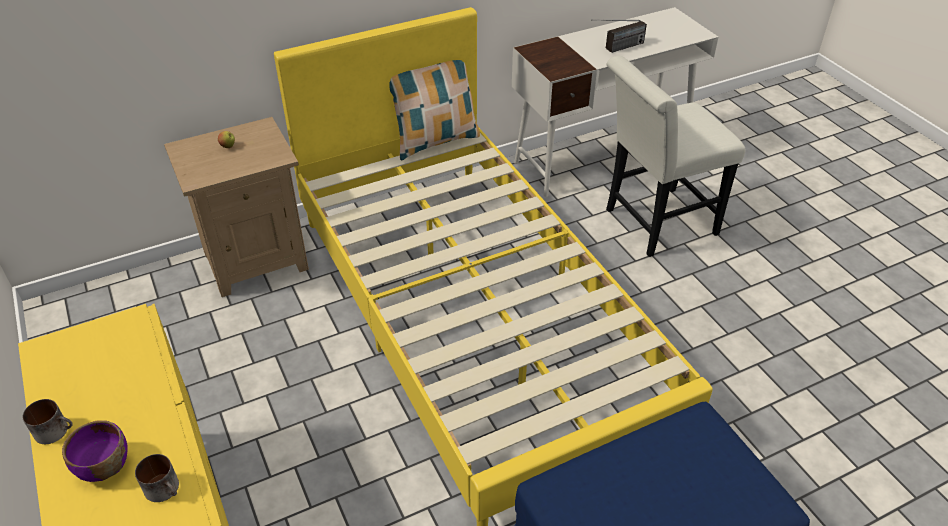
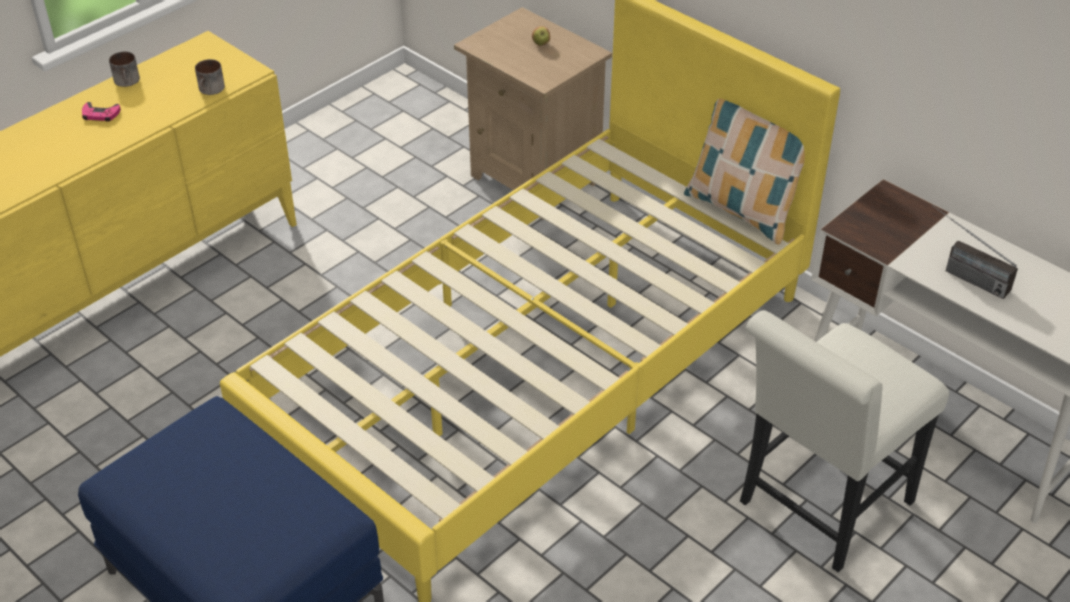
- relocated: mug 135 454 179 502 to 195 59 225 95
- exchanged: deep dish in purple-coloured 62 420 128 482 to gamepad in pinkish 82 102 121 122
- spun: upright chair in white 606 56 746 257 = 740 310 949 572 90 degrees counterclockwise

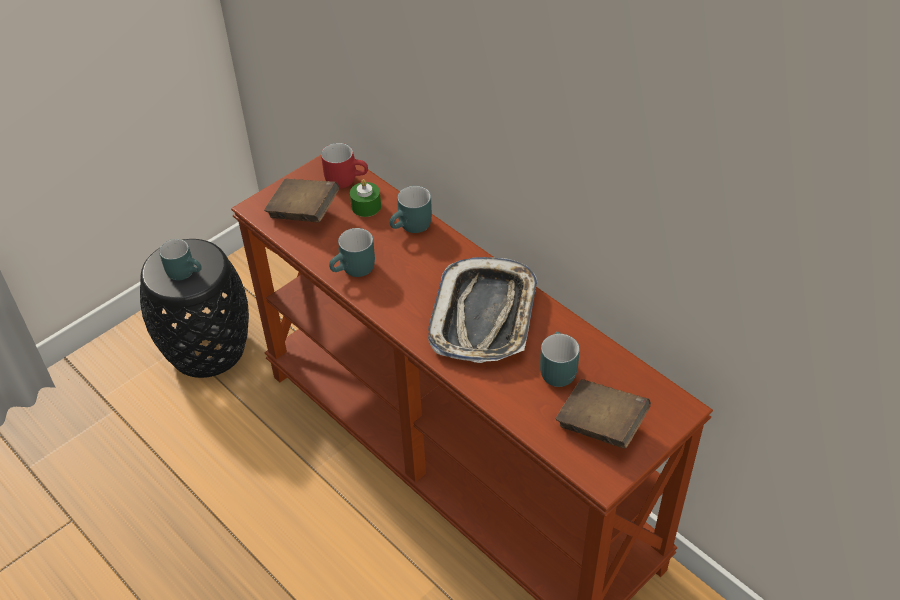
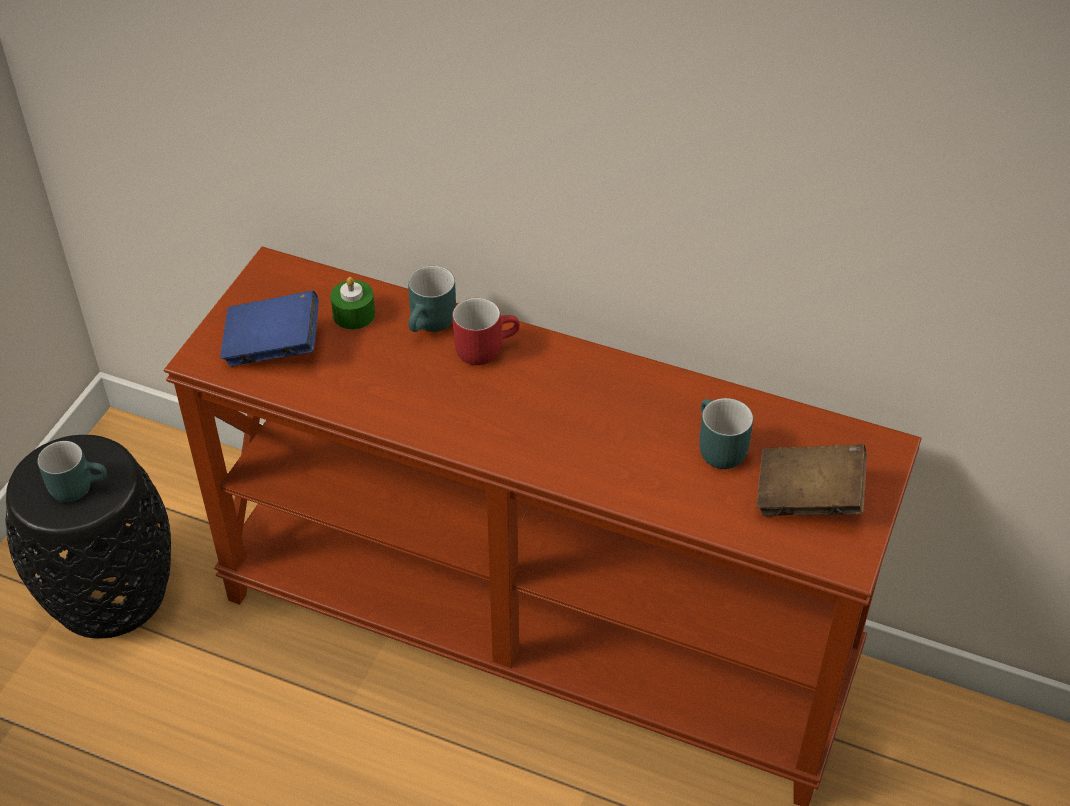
- missing: mug in turquoise-coloured 329 228 375 277
- missing: serving tray 428 257 538 363
- relocated: mug in reddish 321 143 368 189 to 452 298 520 365
- colour: volume in brown 264 179 339 223 to volume in blue 220 291 319 366

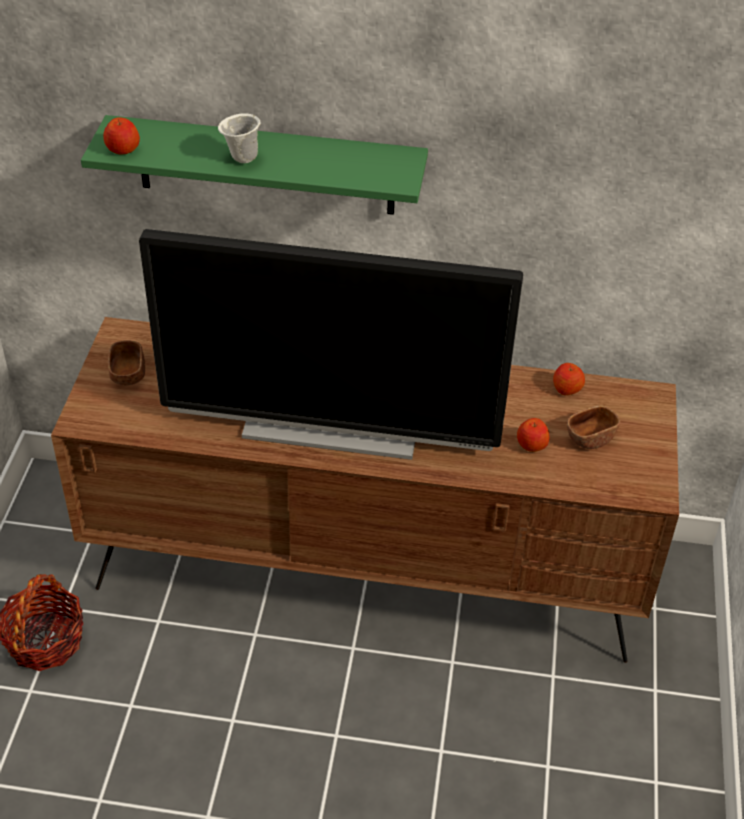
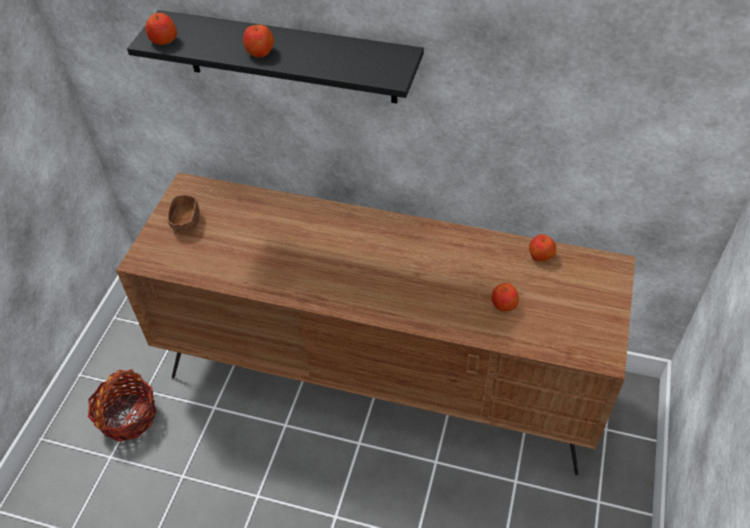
- missing: TV 139 229 523 460
- missing: deep dish in brown 567 405 620 449
- exchanged: mug in white 218 113 260 163 to apple 243 25 274 57
- colour: bracket shelf in greenish 81 115 428 215 to bracket shelf in black 127 10 424 104

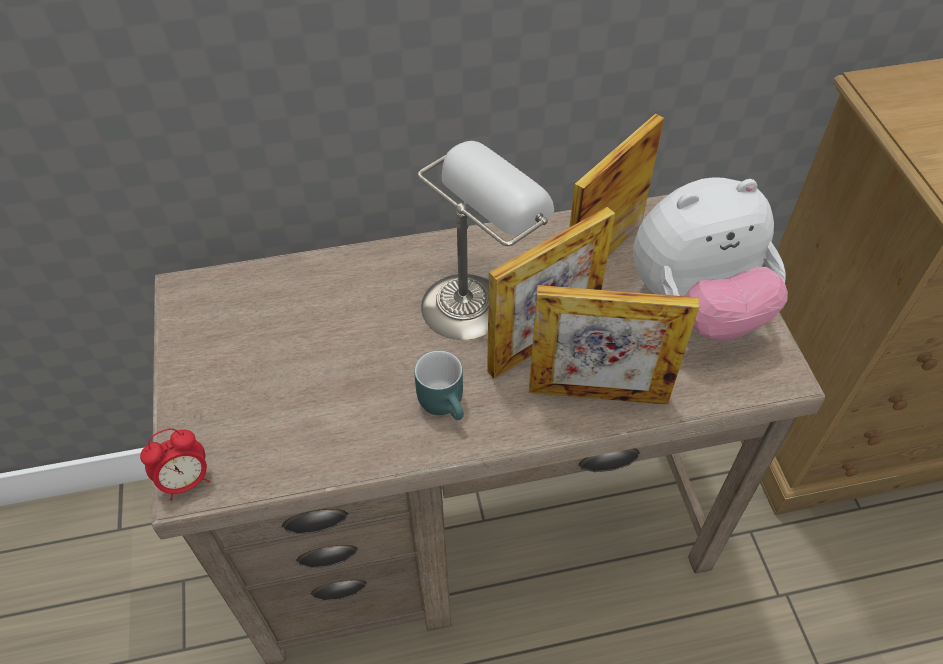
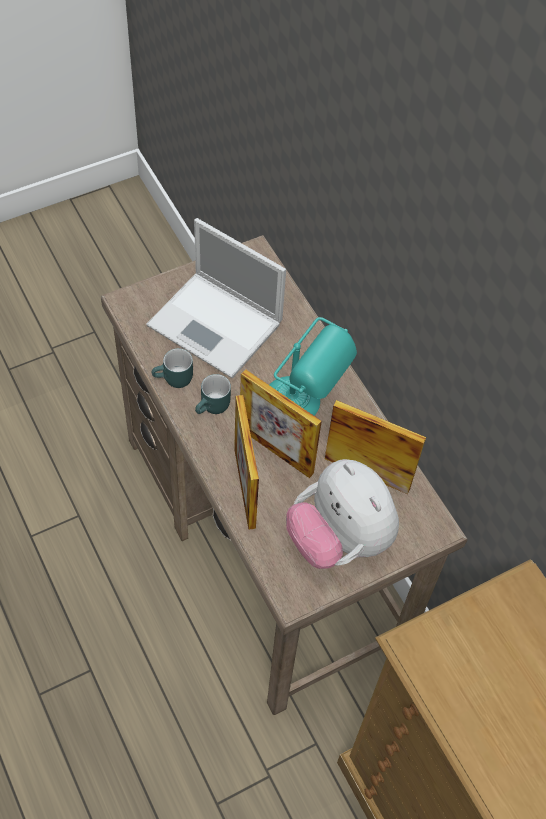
- missing: bedside clock 140 428 210 501
- appeared: notebook computer 146 218 286 378
- appeared: mug in turquoise-coloured 152 348 193 388
- colour: table lamp in white 418 141 554 340 to table lamp in turquoise-coloured 269 317 357 415

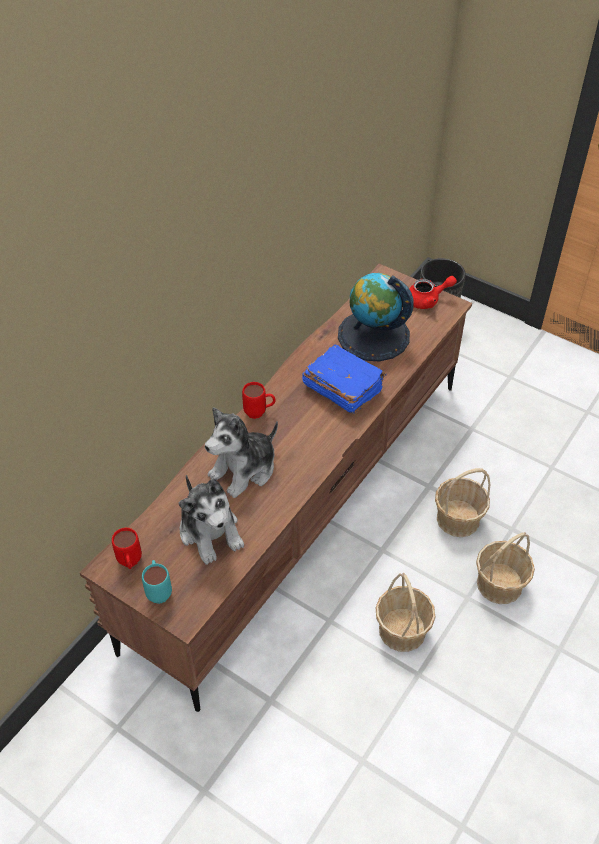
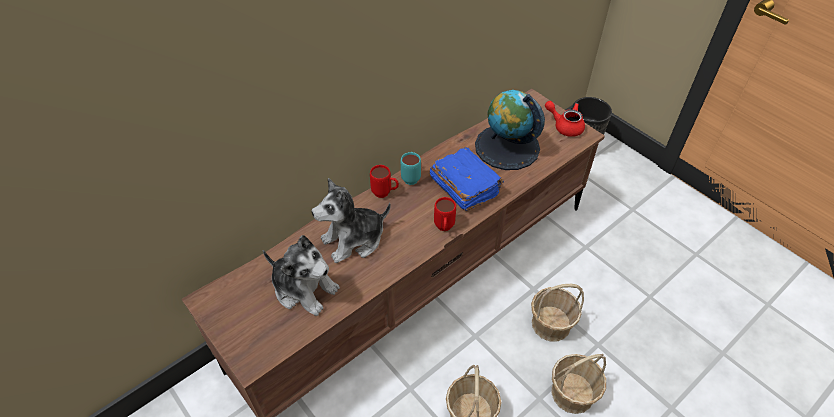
- relocated: mug in reddish 112 528 142 569 to 434 197 456 231
- relocated: mug in turquoise-coloured 142 560 172 604 to 401 152 421 185
- spun: cuddly toy 179 475 244 565 = 263 235 340 316 45 degrees counterclockwise
- spun: tea pot in reddish 409 276 457 309 = 545 101 585 137 150 degrees counterclockwise

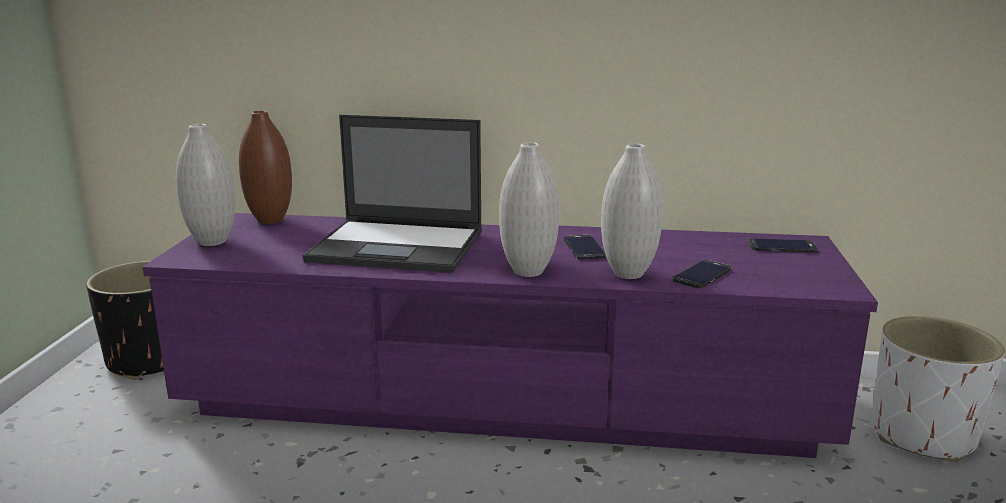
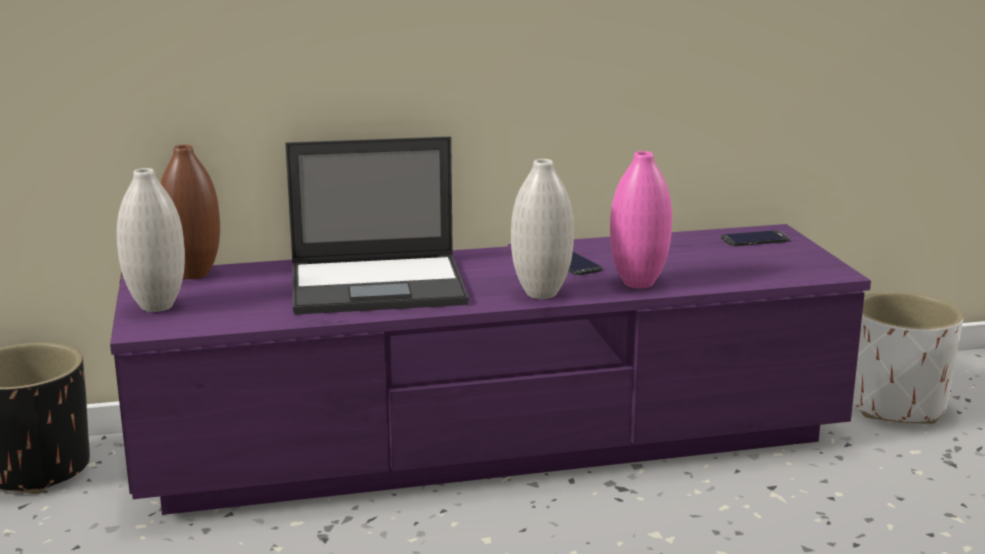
- missing: handset 673 260 731 288
- colour: flower vase in white 601 143 663 279 to flower vase in pinkish 610 151 672 288

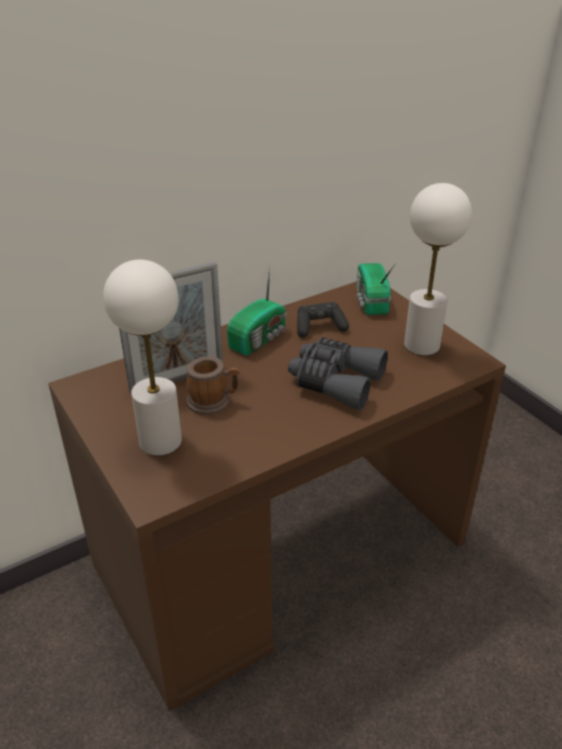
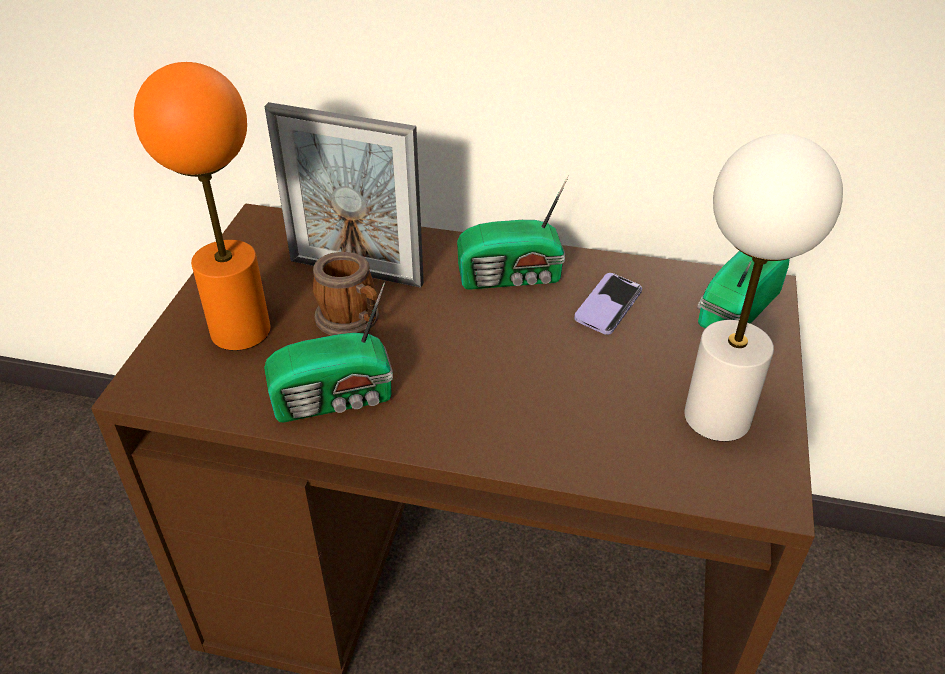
- missing: field glasses in gray 288 337 388 410
- appeared: radio set 264 281 393 422
- exchanged: gamepad in black 297 302 349 338 to handset 574 273 642 335
- colour: table lamp in white 103 260 182 456 to table lamp in orange-coloured 134 62 270 350

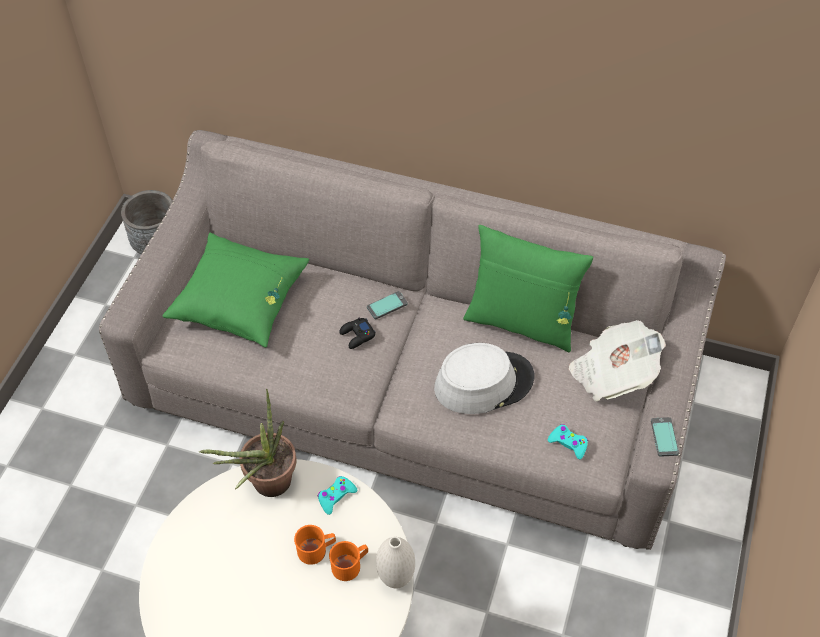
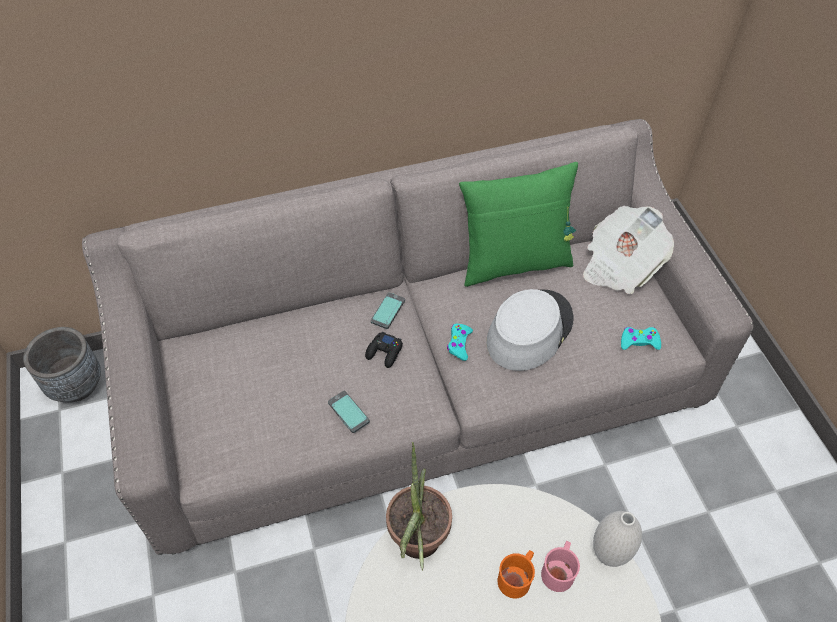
- missing: pillow in greenish 163 233 309 348
- relocated: gamepad in turquoise-coloured 318 476 357 515 to 447 324 473 361
- relocated: handset 651 417 679 457 to 328 391 370 433
- colour: mug in orange-coloured 329 541 368 581 to mug in pinkish 541 541 580 592

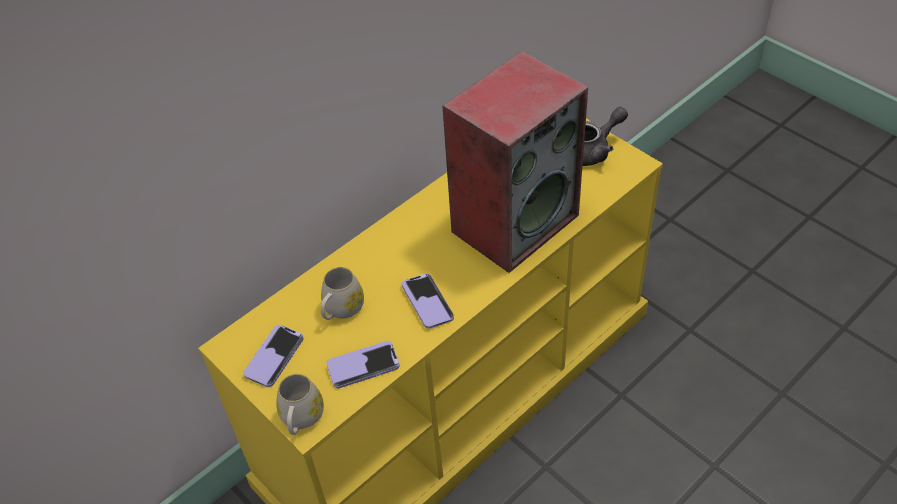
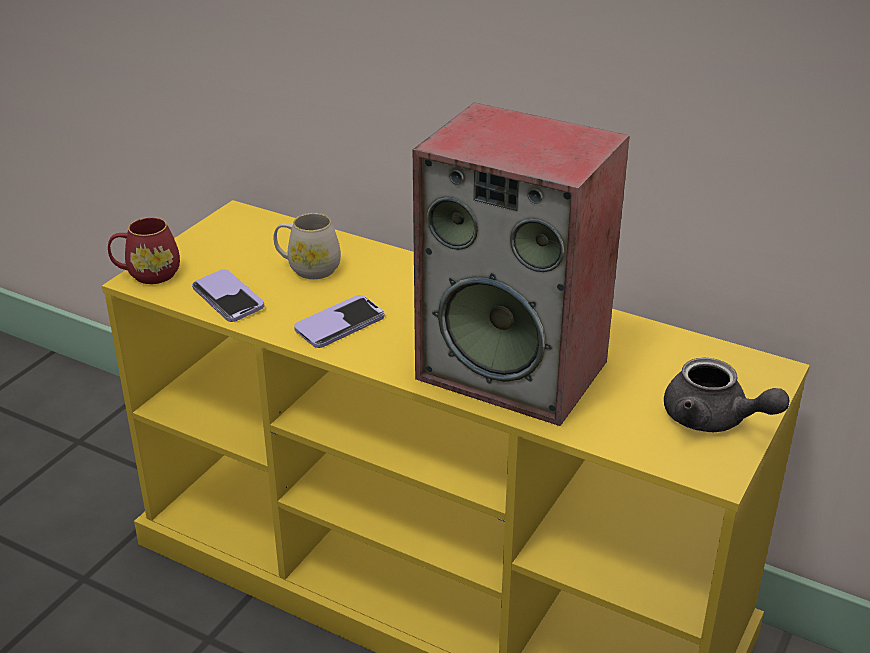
- missing: handset 244 325 303 387
- colour: mug in white 276 374 324 435 to mug in reddish 108 217 180 284

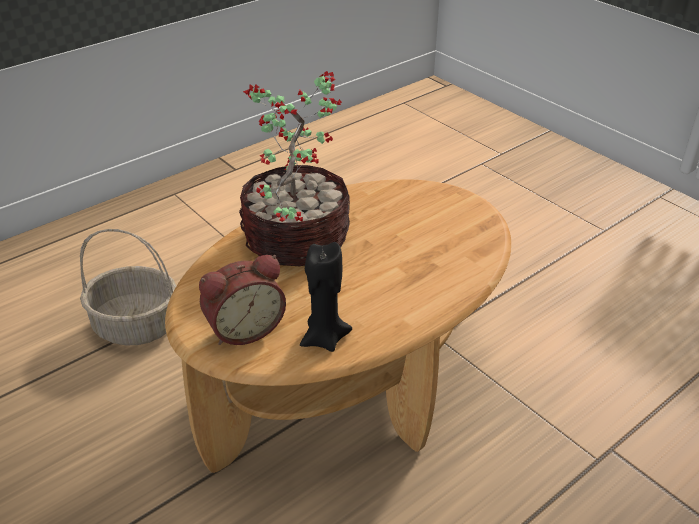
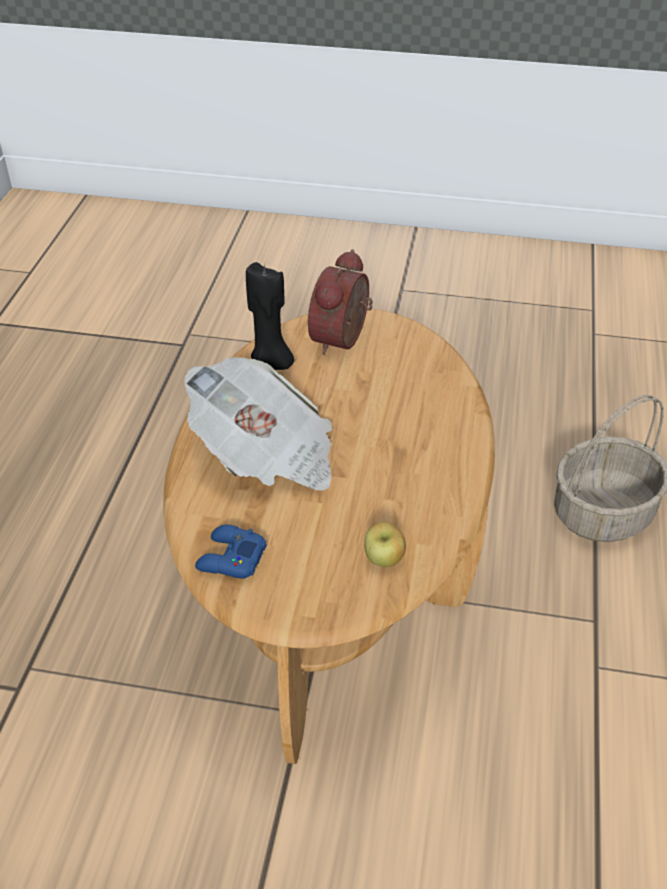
- missing: plant in a pot 239 71 350 266
- appeared: printed paper 184 357 332 491
- appeared: gamepad in blue 195 525 267 578
- appeared: apple 364 521 406 567

